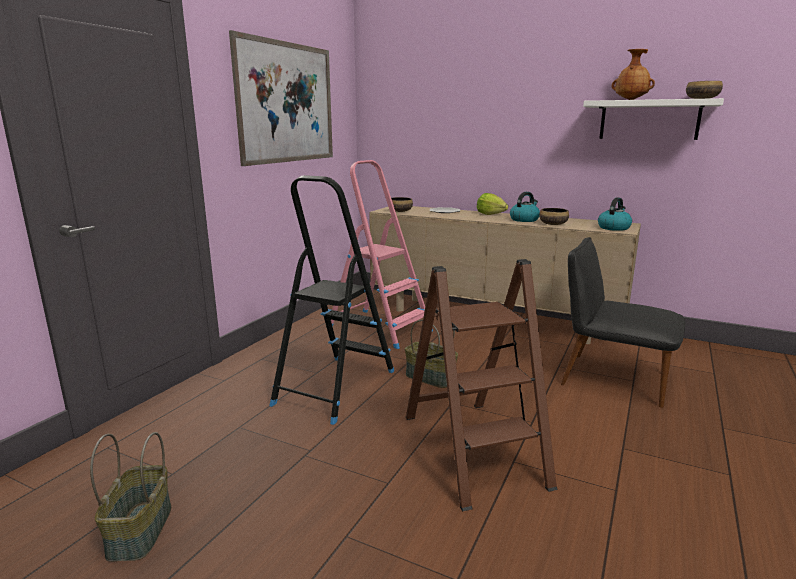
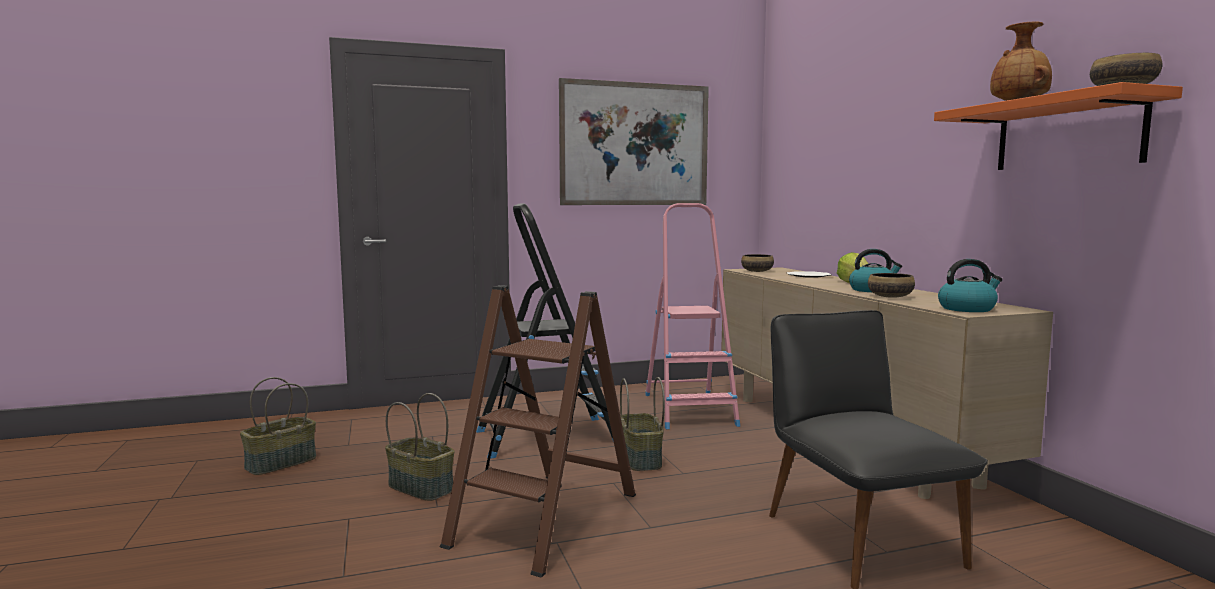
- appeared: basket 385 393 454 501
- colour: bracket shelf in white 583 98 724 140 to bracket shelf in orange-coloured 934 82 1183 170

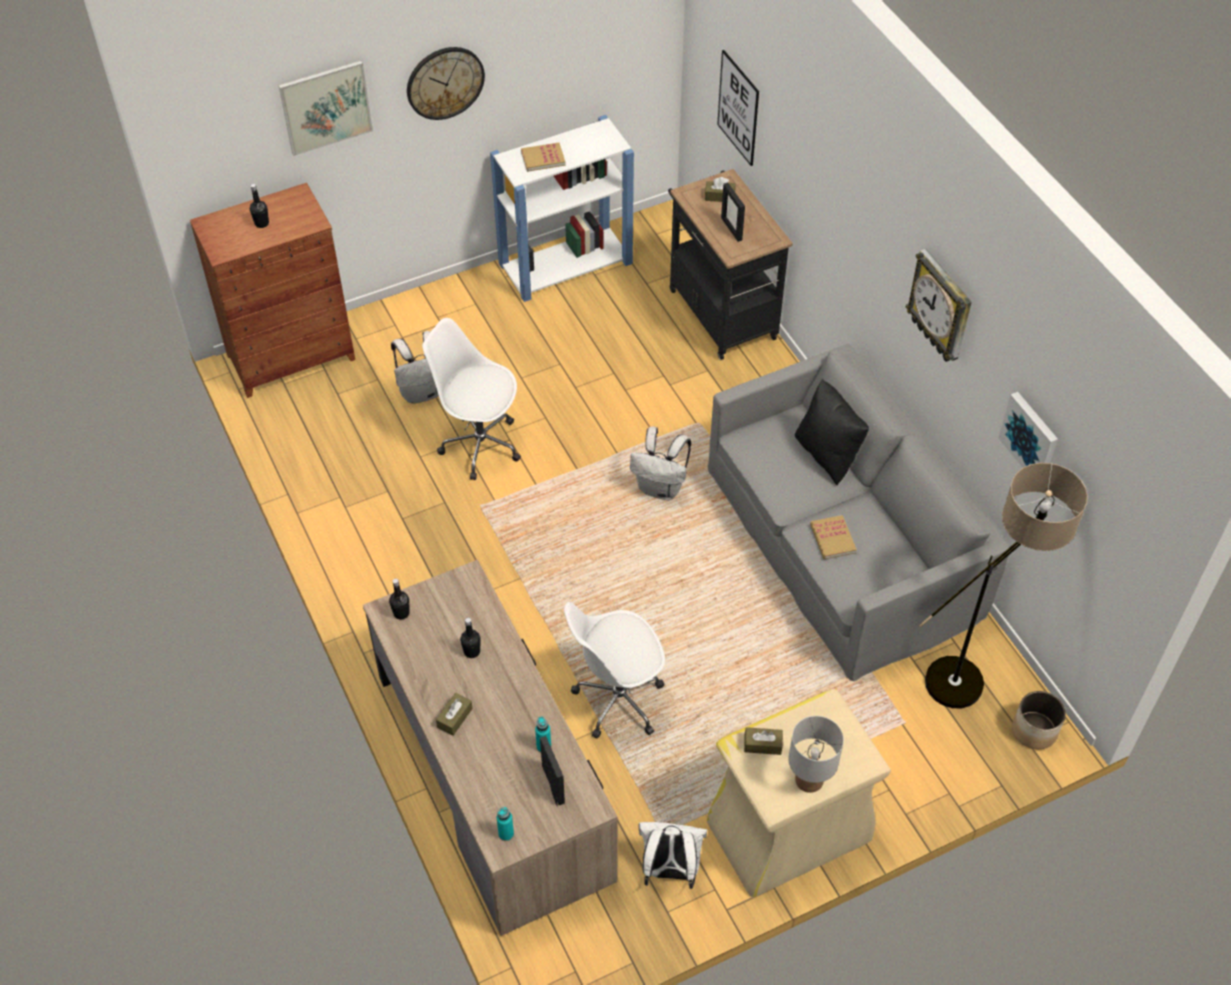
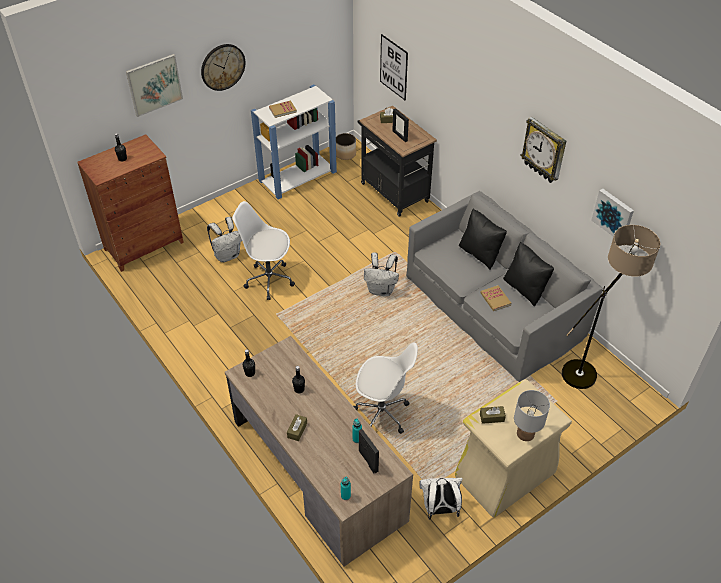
- appeared: pillow in black 503 242 554 307
- relocated: planter 1012 691 1066 749 to 336 133 356 160
- spun: computer chair in white 564 602 665 738 = 353 342 418 434 135 degrees counterclockwise

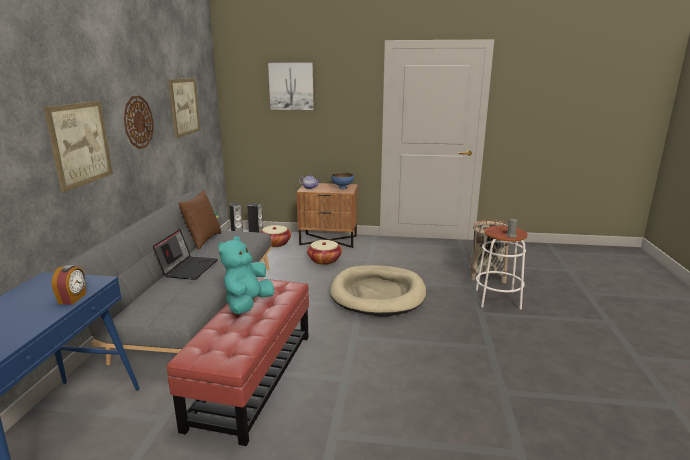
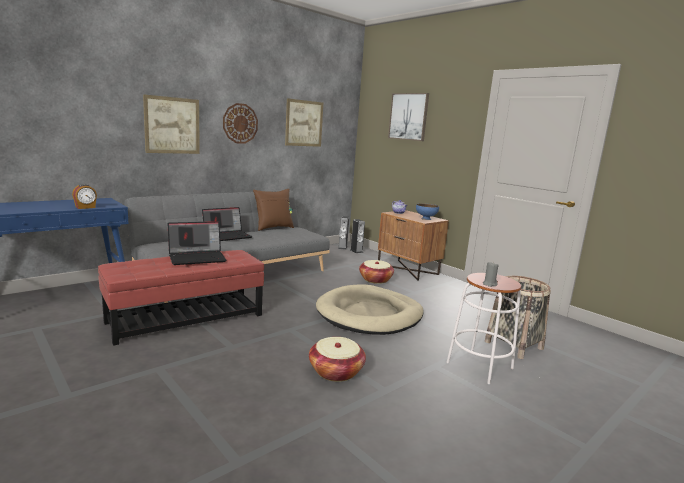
- relocated: basket 259 225 291 247 to 309 337 366 382
- exchanged: cuddly toy in turquoise-coloured 218 236 274 314 to notebook computer 168 221 226 265

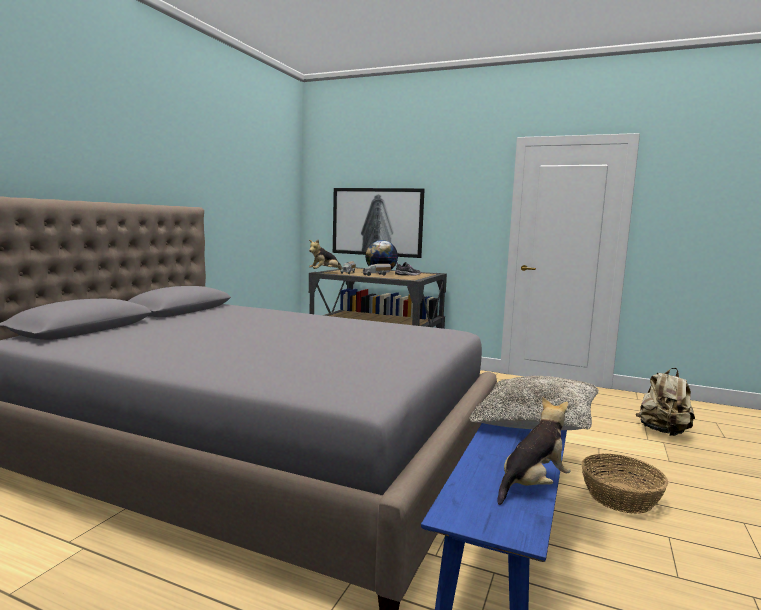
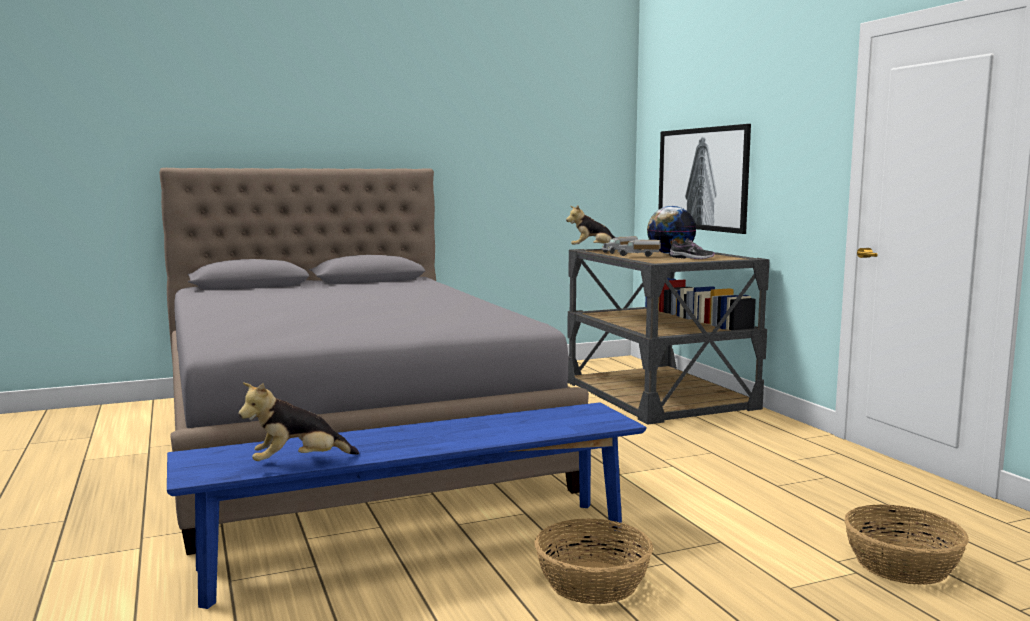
- missing: pillow in beige-coloured 470 376 599 430
- exchanged: backpack in beige-coloured 636 368 695 436 to basket 844 504 969 585
- spun: cuddly toy 497 397 571 505 = 238 382 359 461 150 degrees clockwise

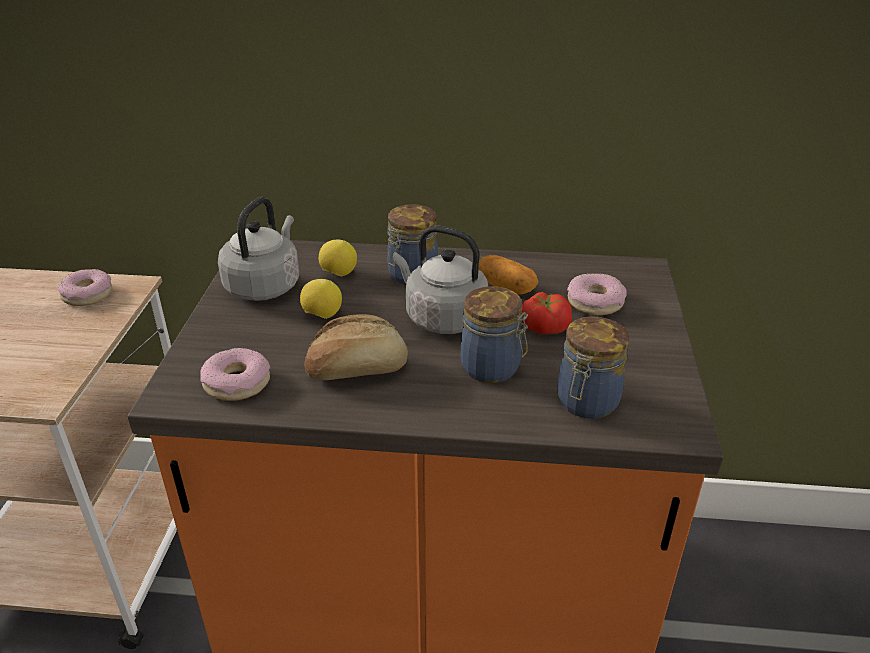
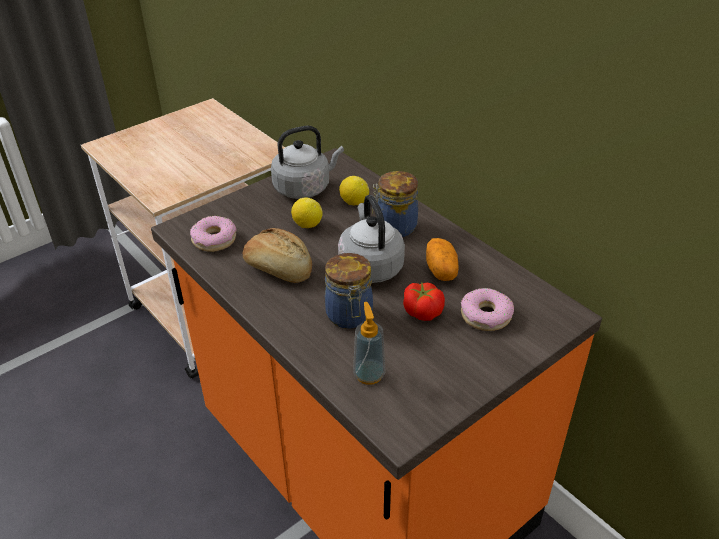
- missing: doughnut 58 269 112 306
- exchanged: storage jar 558 316 629 419 to soap bottle 353 302 386 385

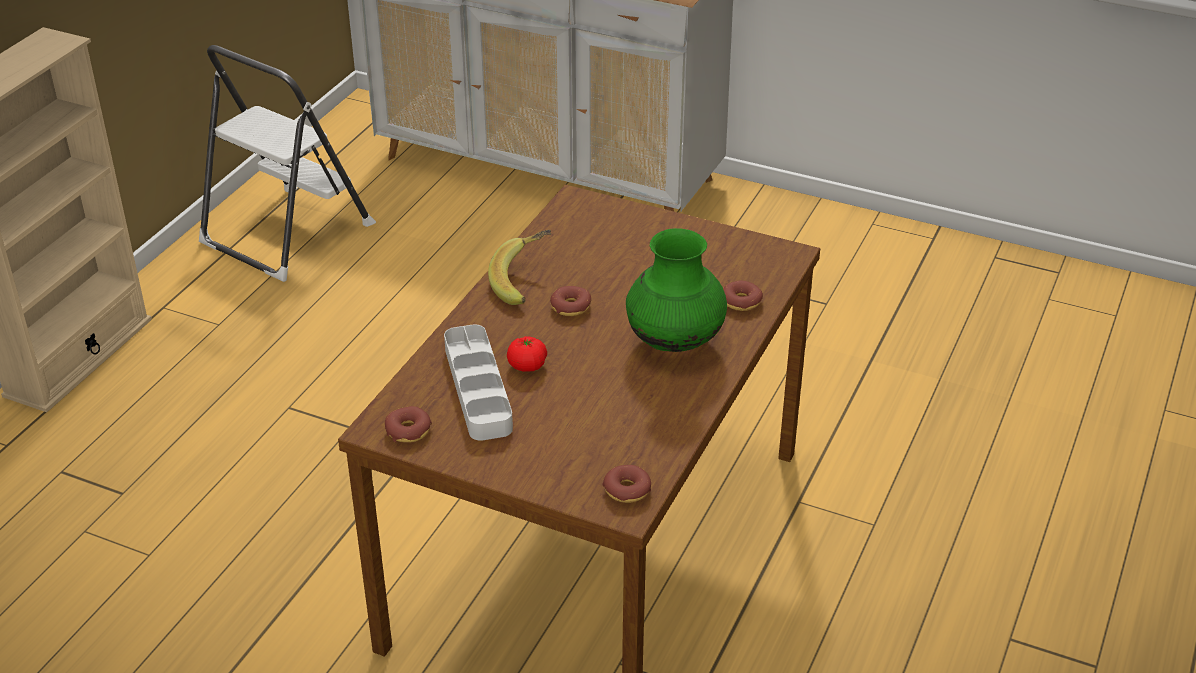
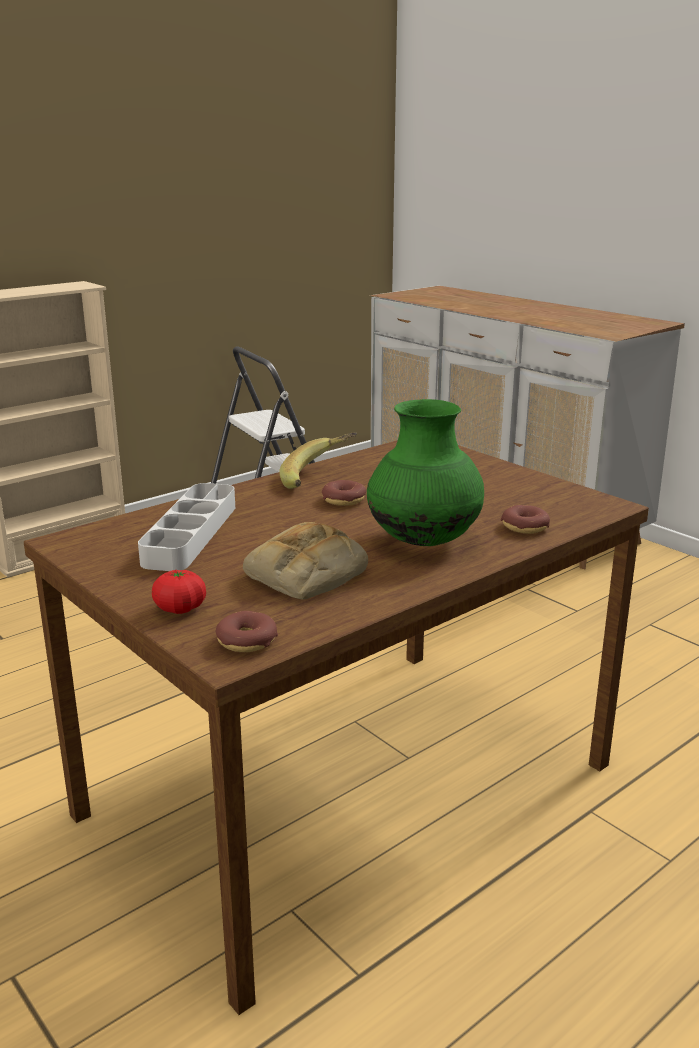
- missing: doughnut 385 406 432 443
- appeared: baked bread 243 522 368 600
- relocated: tomato 507 336 547 372 to 152 570 206 614

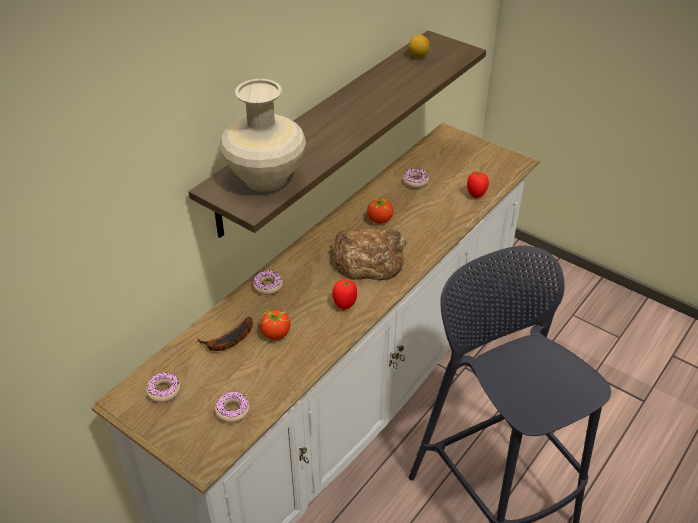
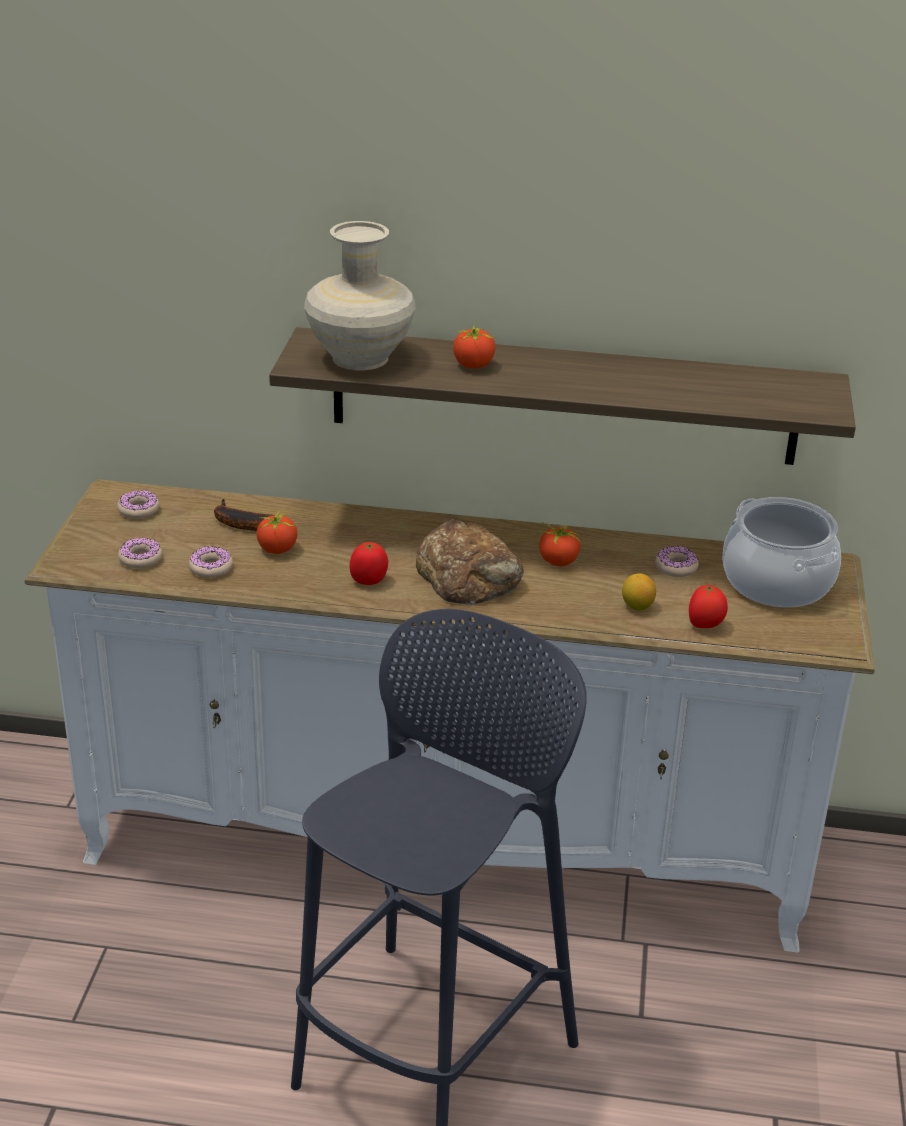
- appeared: tomato 453 326 496 369
- appeared: stockpot 723 497 841 607
- relocated: doughnut 253 270 283 295 to 189 546 233 578
- relocated: whole lemon 409 35 430 58 to 622 573 656 610

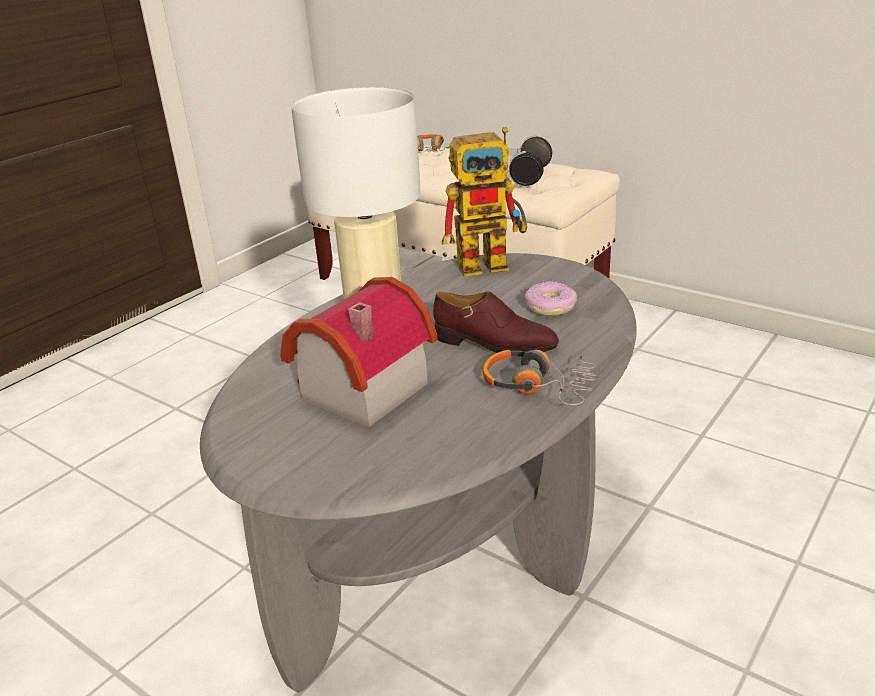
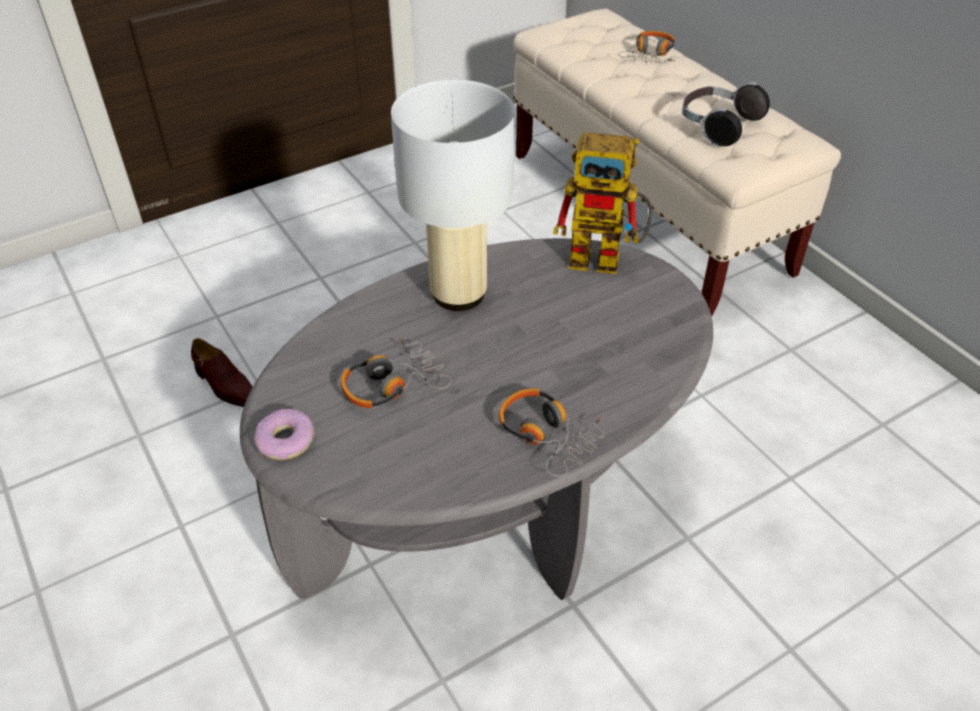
- relocated: shoe in brown 433 291 559 353 to 191 338 252 407
- relocated: doughnut 525 281 577 316 to 254 409 315 460
- exchanged: model house 280 277 438 427 to pair of headphones 341 338 451 408

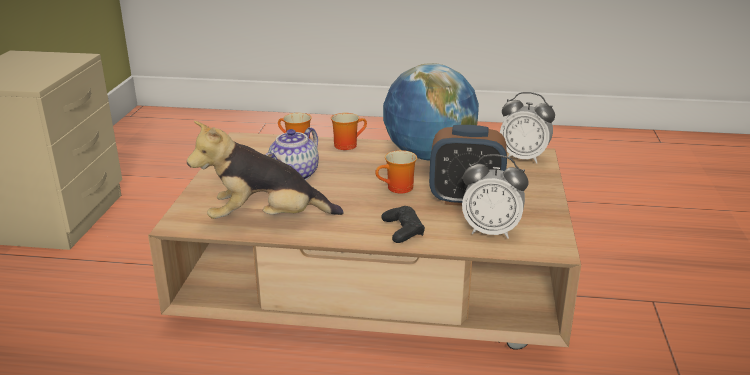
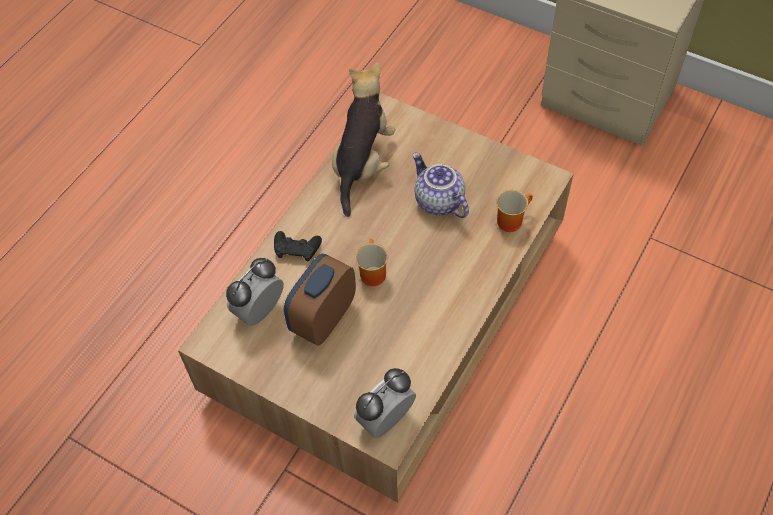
- missing: mug 331 113 367 150
- missing: world globe 383 63 479 160

